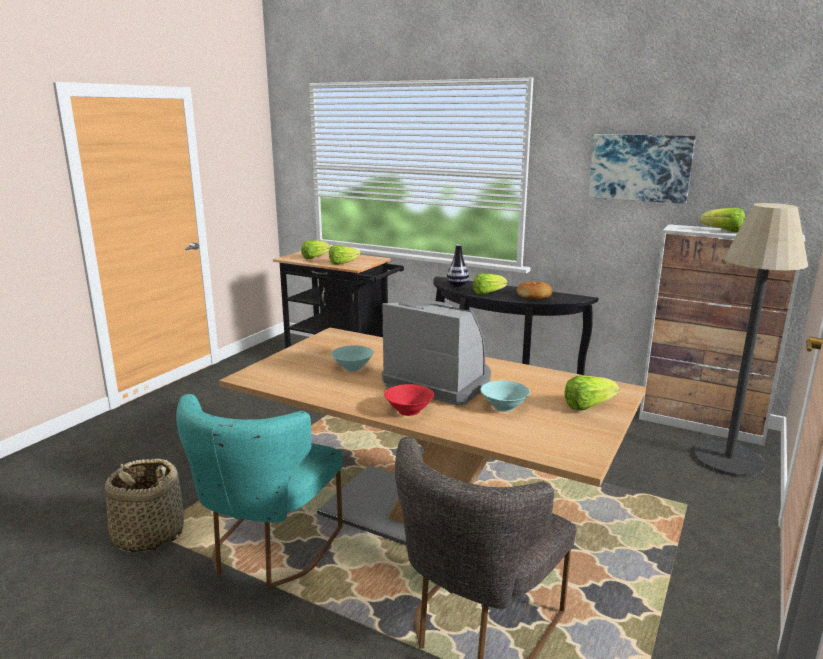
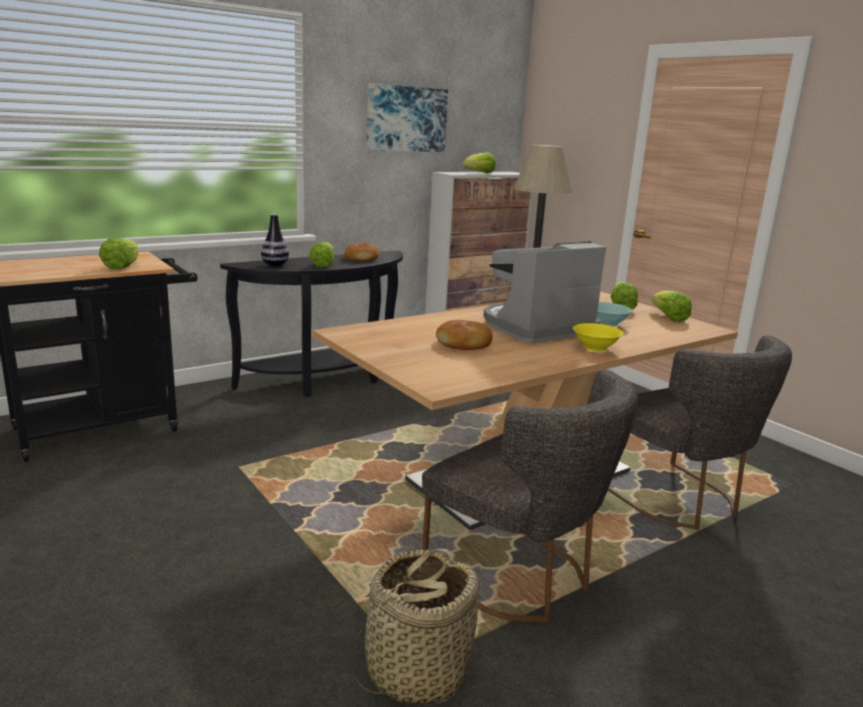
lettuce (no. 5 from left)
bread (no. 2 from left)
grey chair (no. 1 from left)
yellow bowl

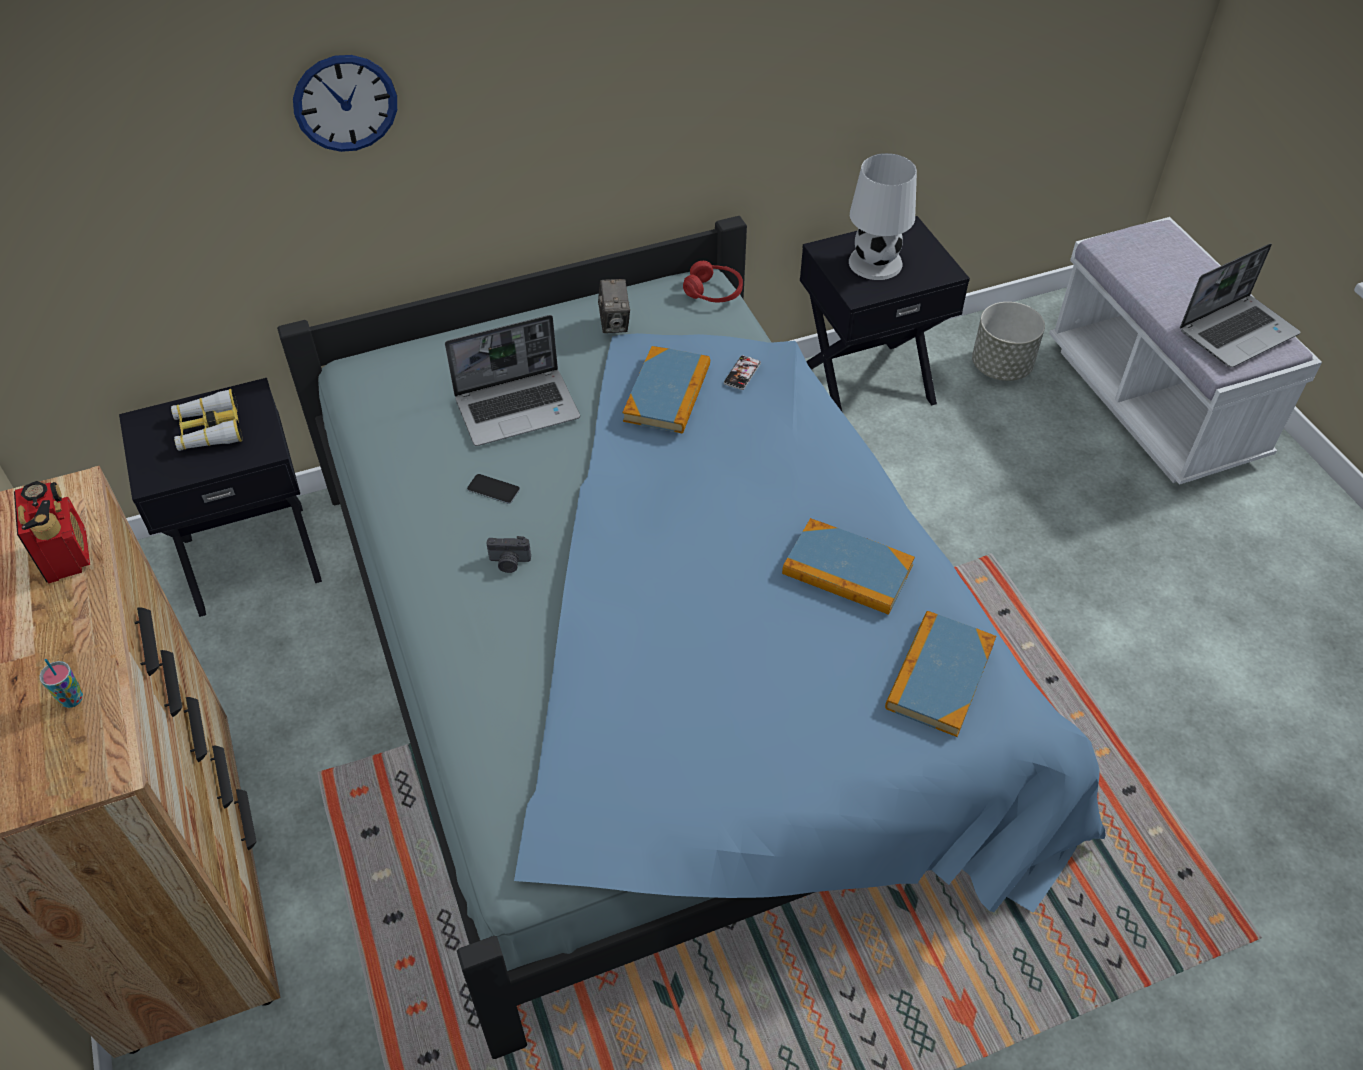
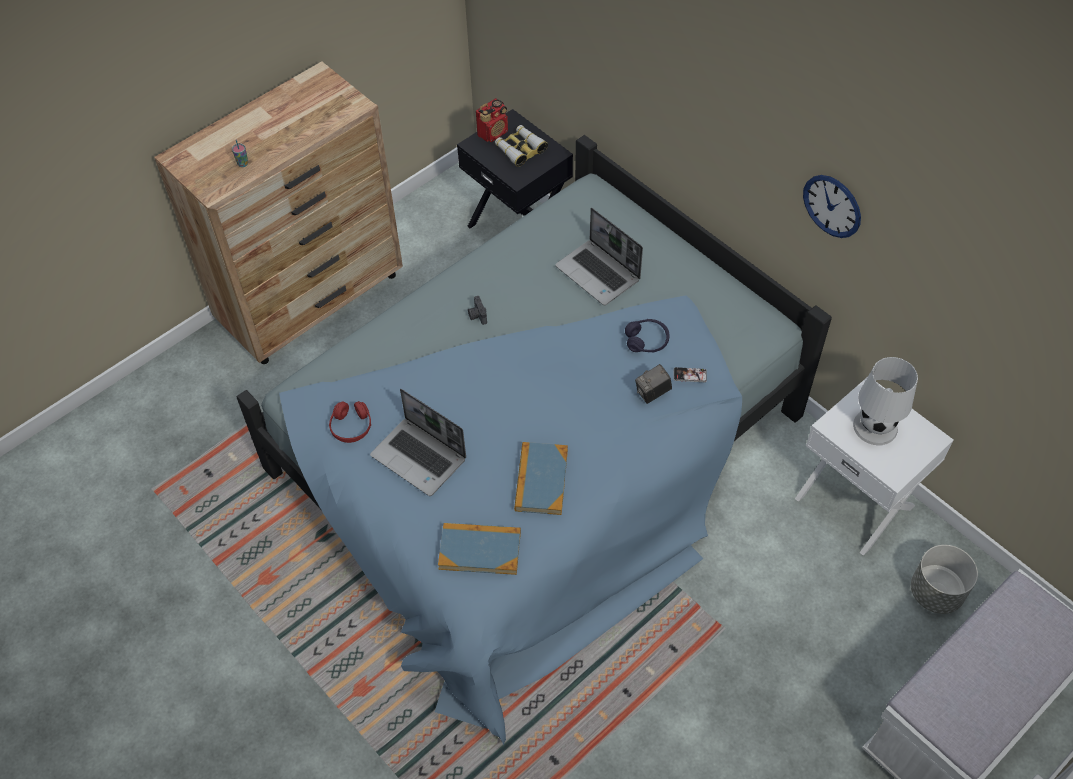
phone (no. 1 from left in the first image)
radio
wall clock
photo camera (no. 2 from left)
red headphones
laptop (no. 1 from left)
purple headphones
white nightstand

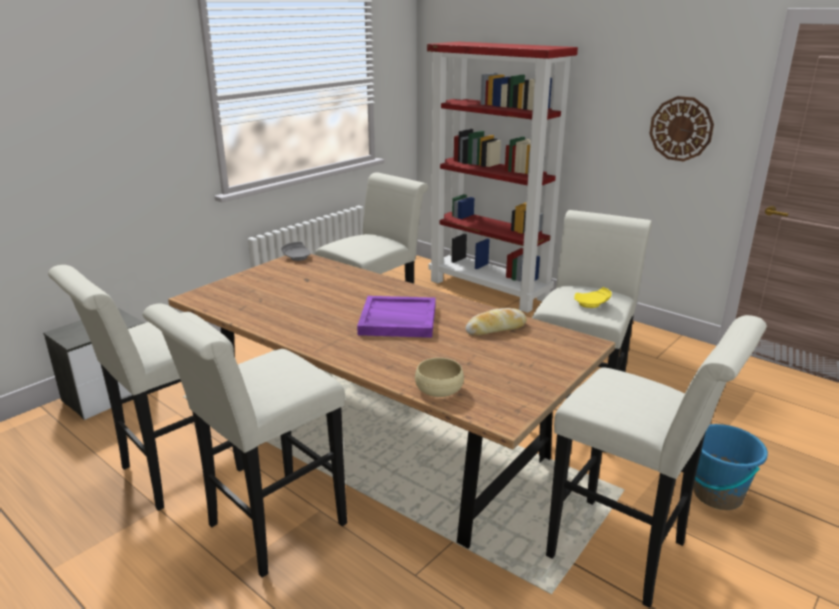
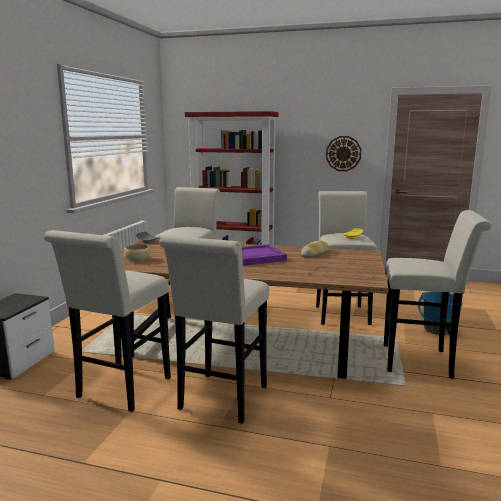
beige bowl

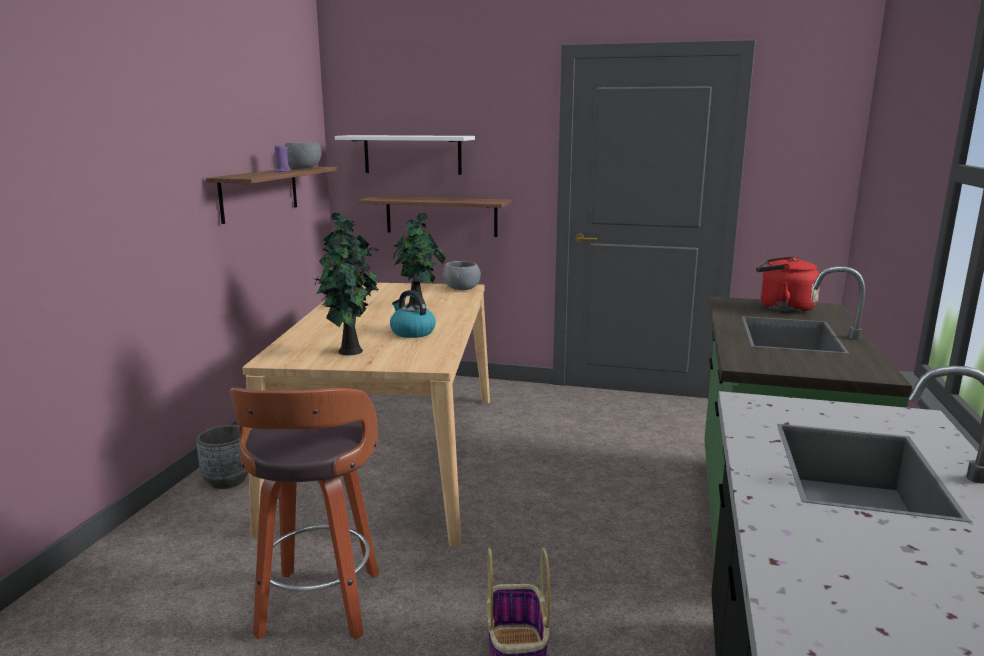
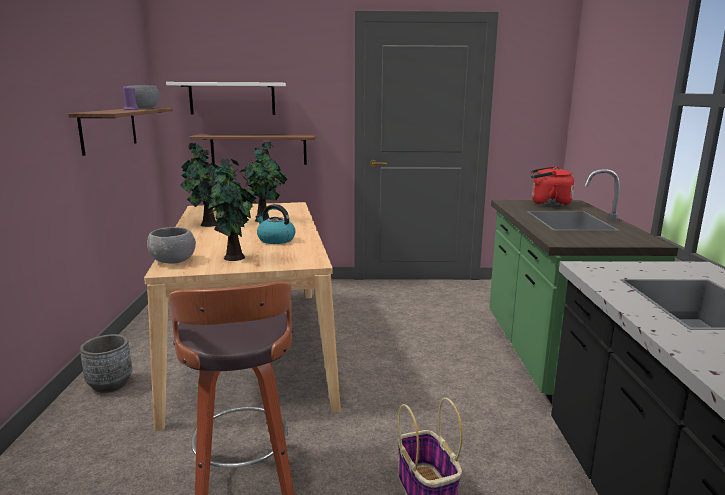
grey bowl (no. 2 from left)

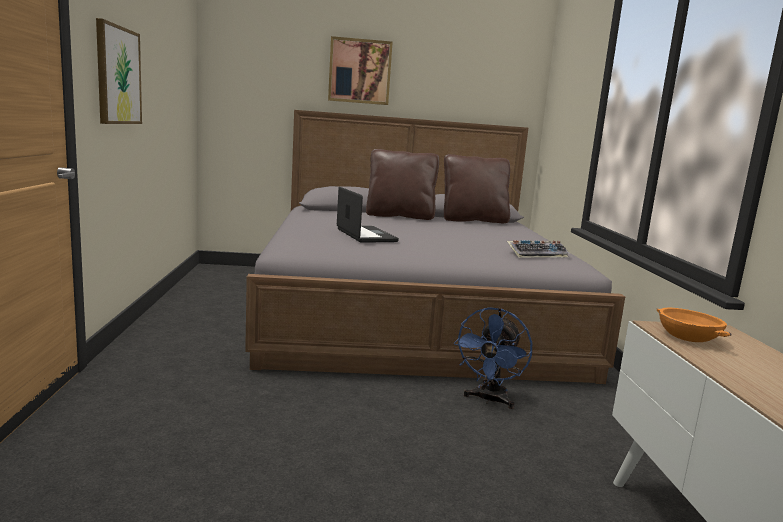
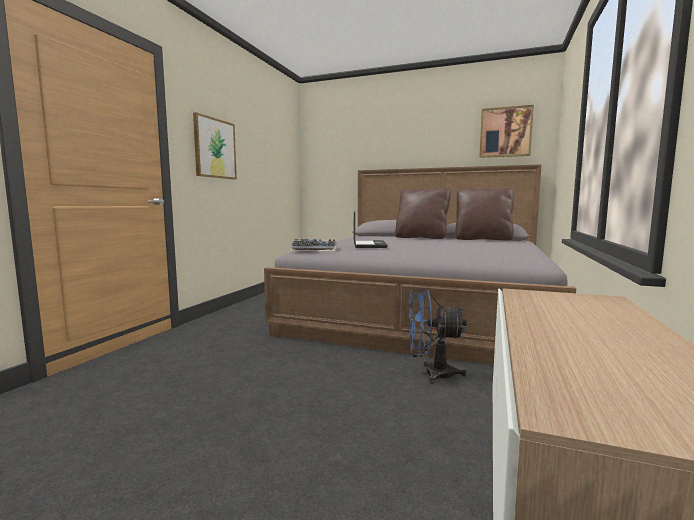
orange bowl
picture (no. 2 from left)
keyboard
blue fan

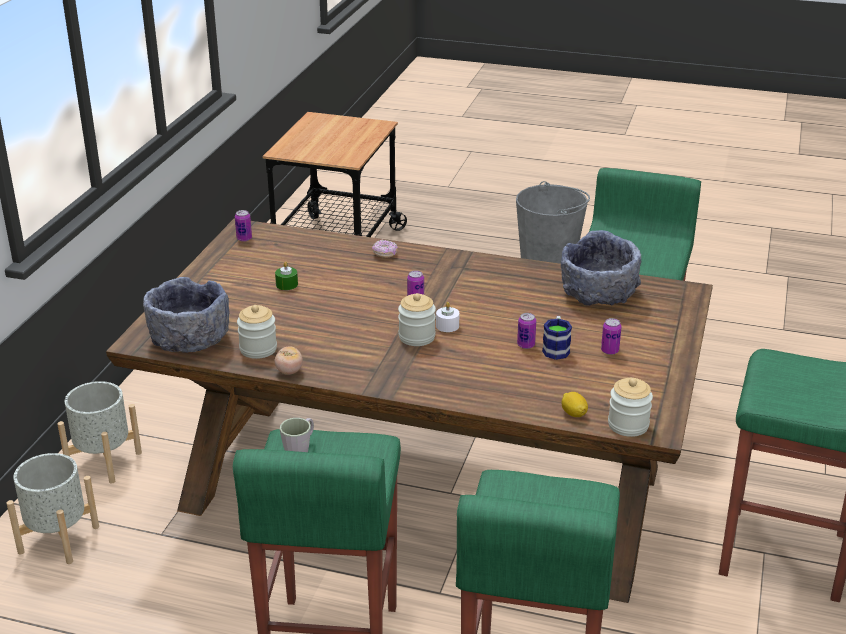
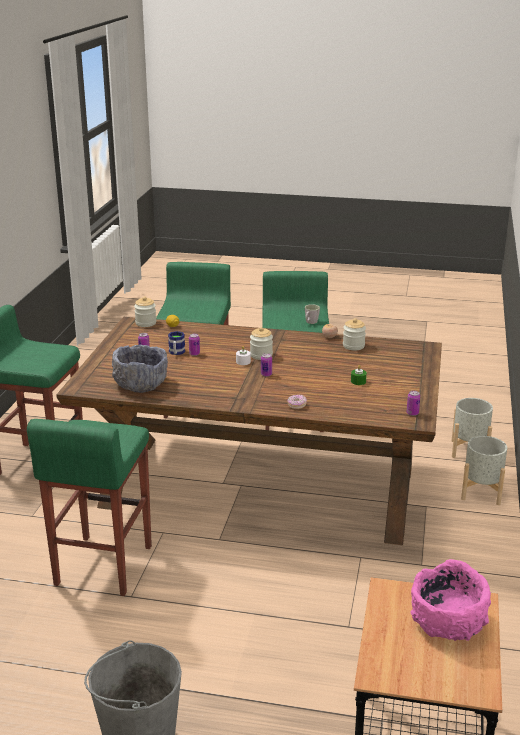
grey bowl (no. 1 from left in the first image)
pink bowl

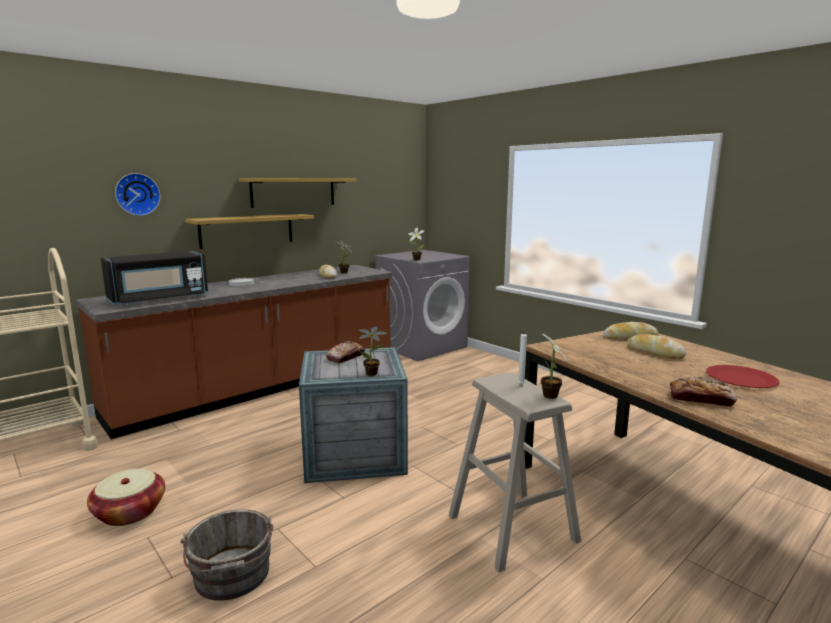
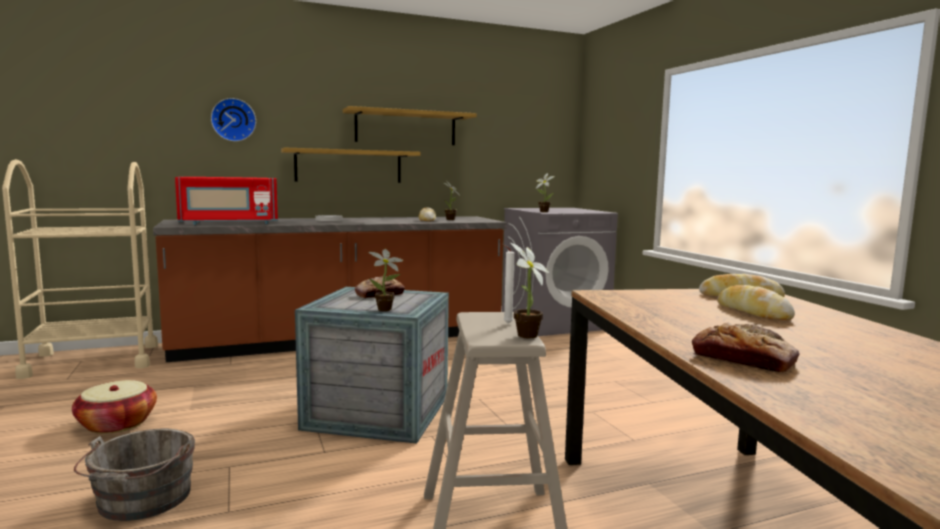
red plate
red microwave

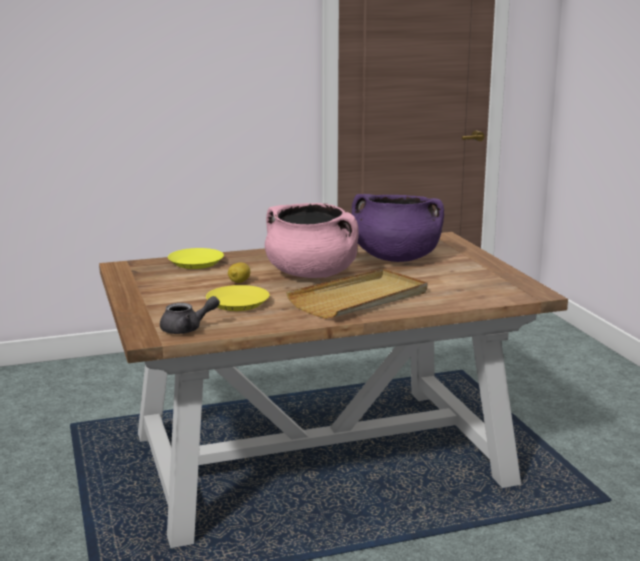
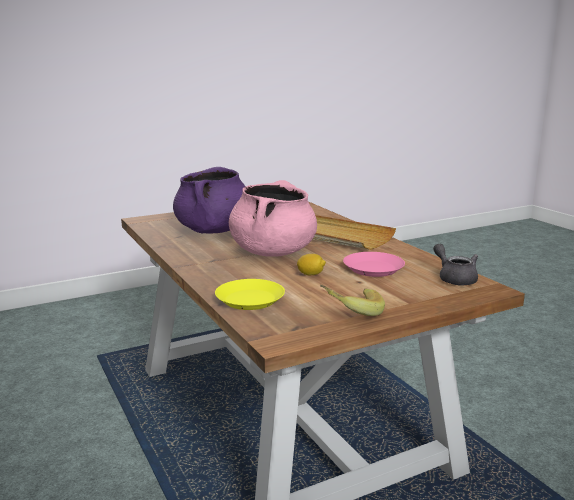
banana
pink plate

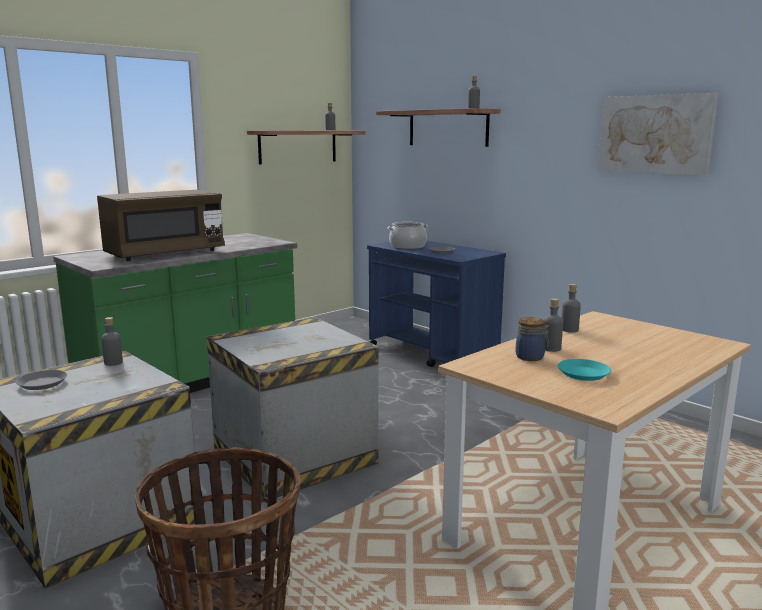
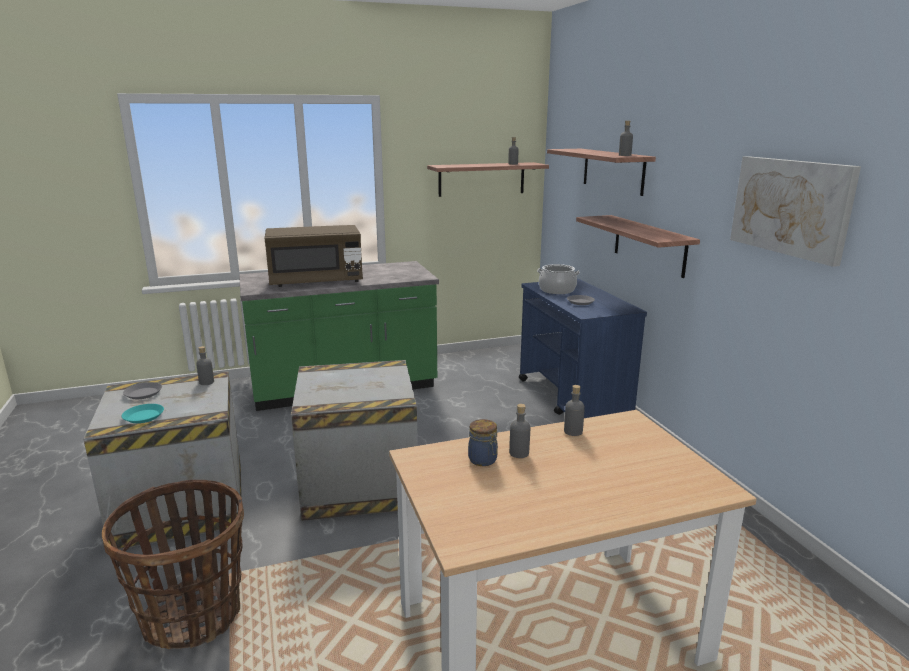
shelf (no. 3 from left)
turquoise plate

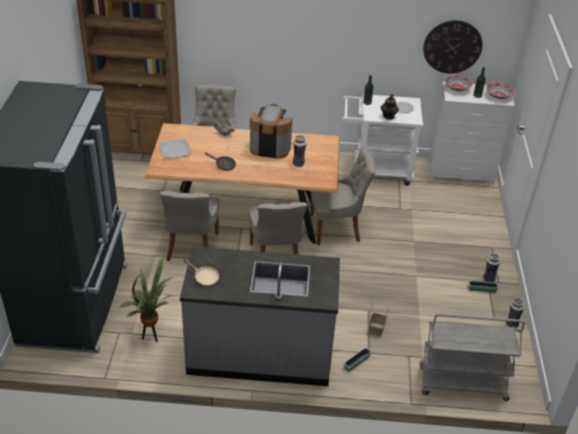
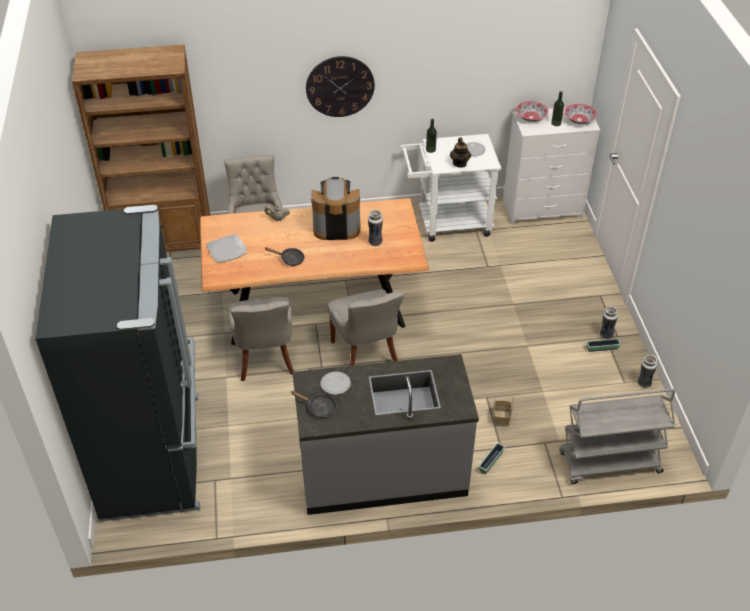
potted plant
grey chair (no. 4 from left in the first image)
plate (no. 2 from left)
wall clock
black frying pan (no. 2 from left)

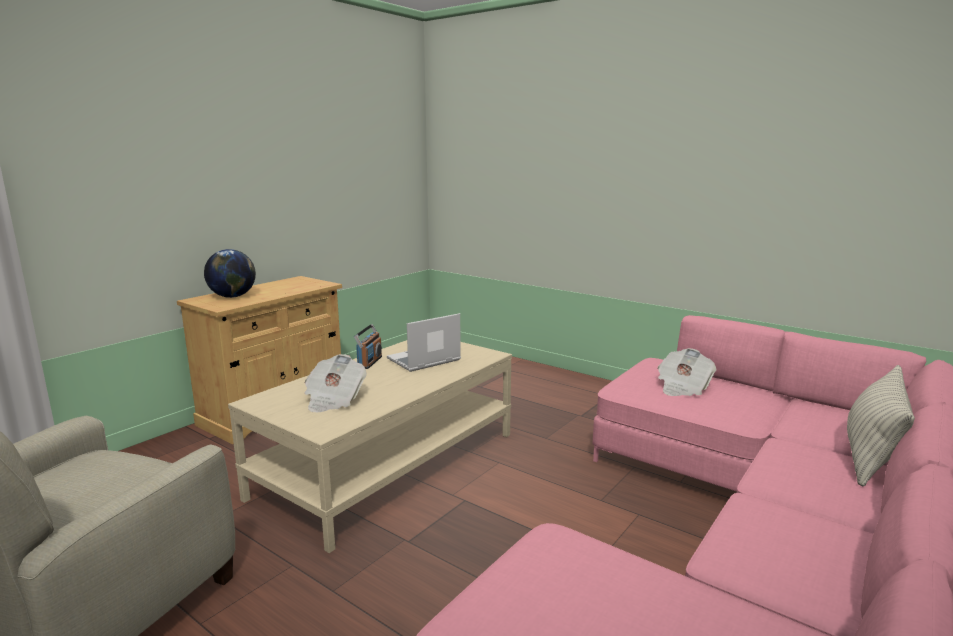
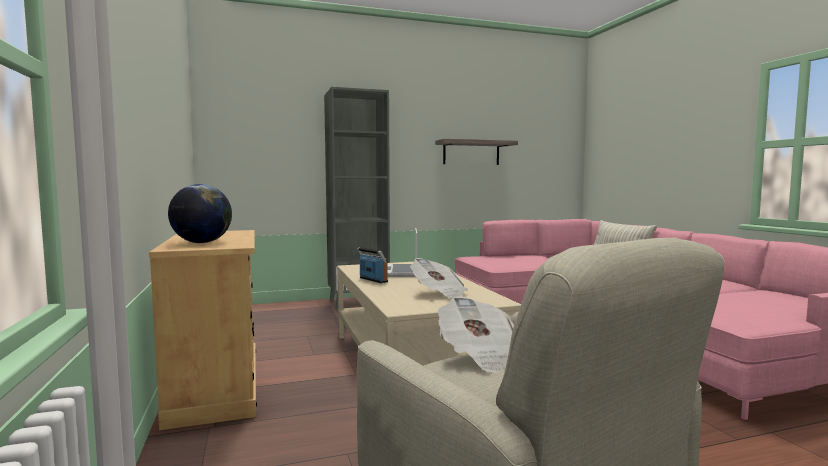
grey bookcase
shelf
newspaper (no. 2 from left)

